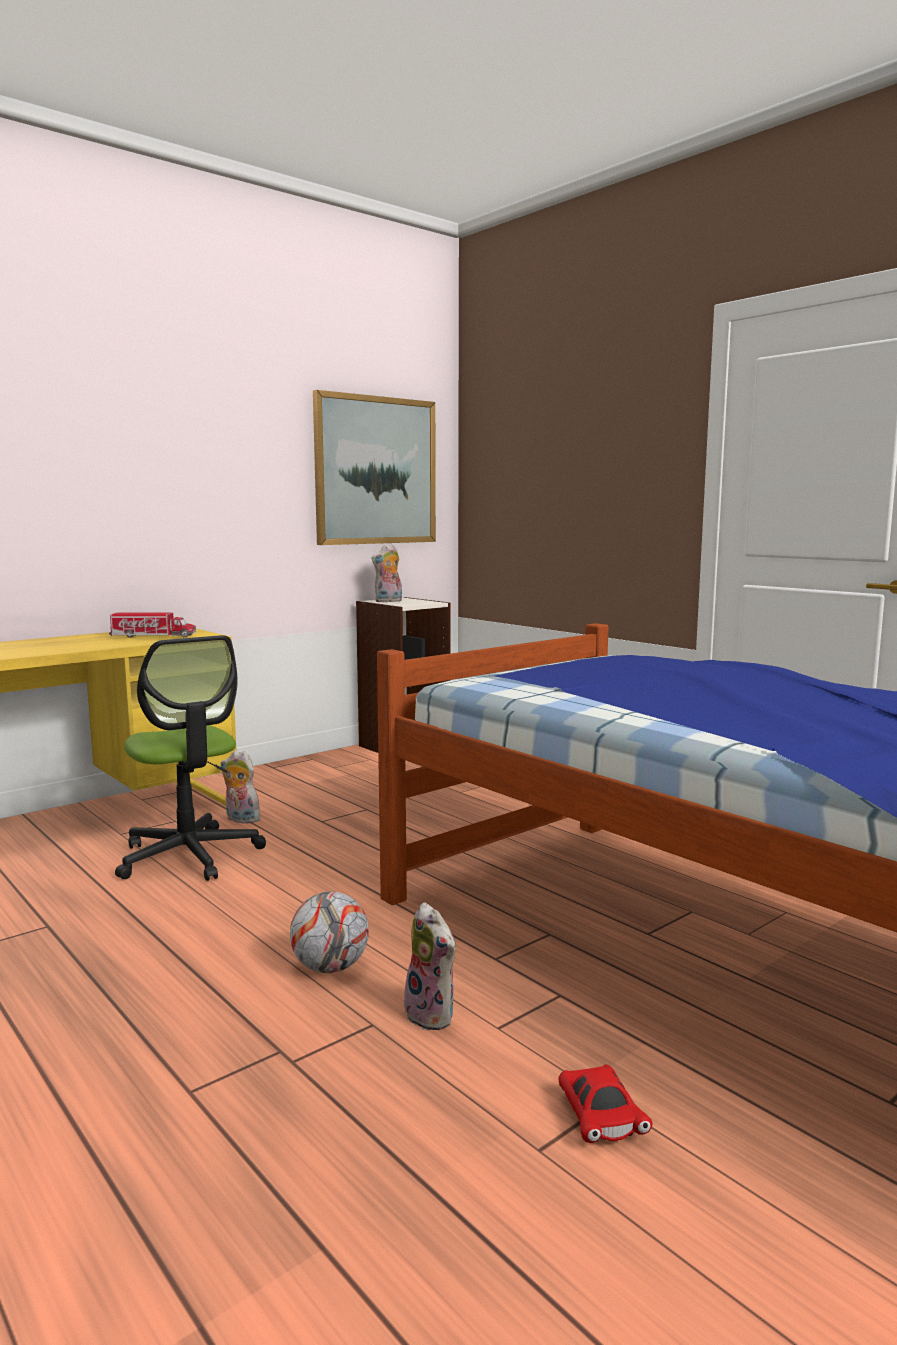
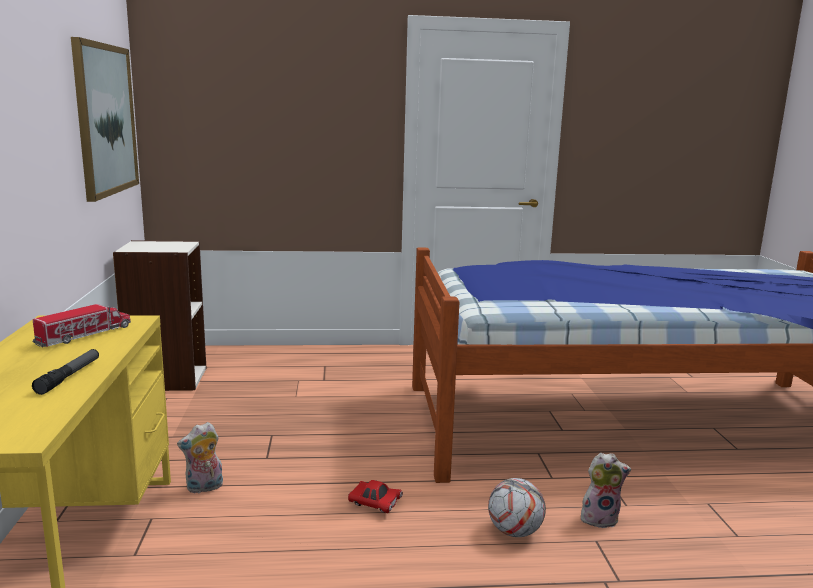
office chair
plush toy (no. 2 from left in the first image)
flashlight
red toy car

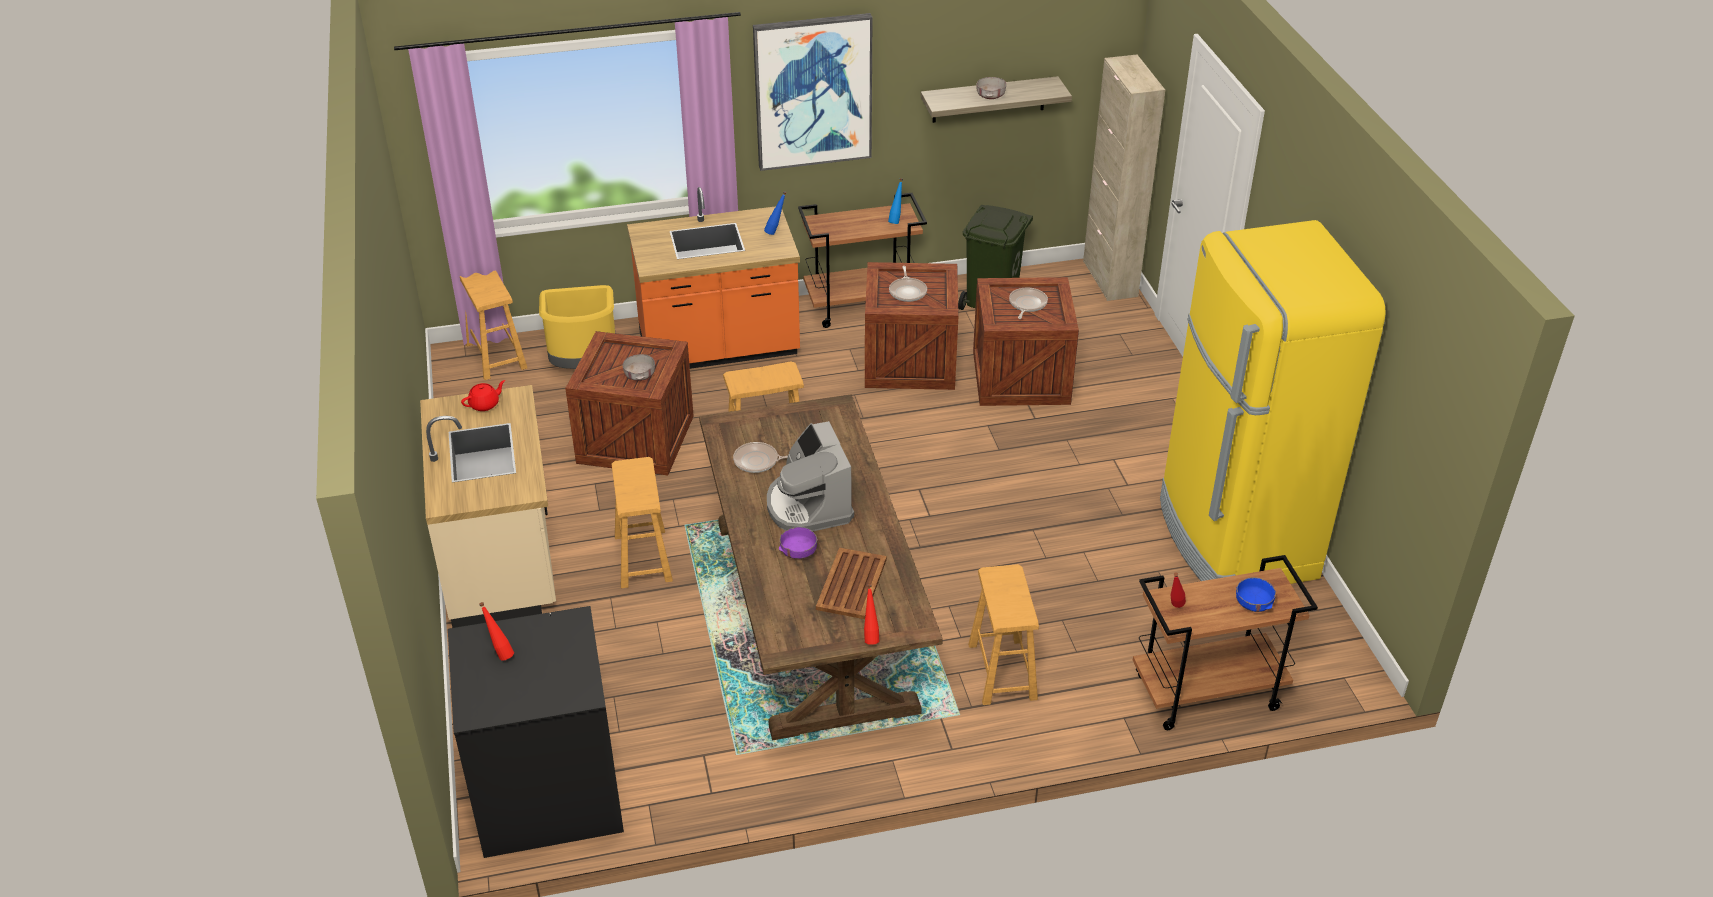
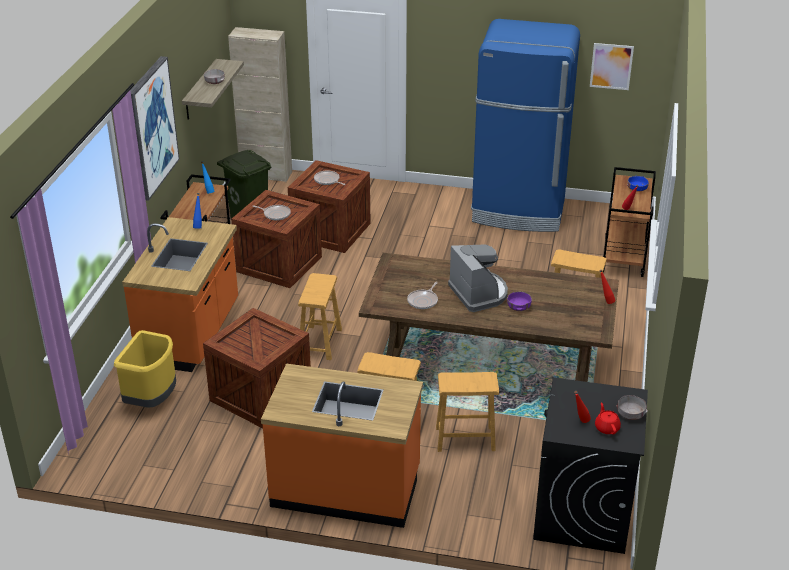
brown tray
picture (no. 2 from left)
brown stool (no. 3 from left)
red teapot
grey bowl (no. 2 from left)
orange counter (no. 2 from left)
blue fridge
coffee machine

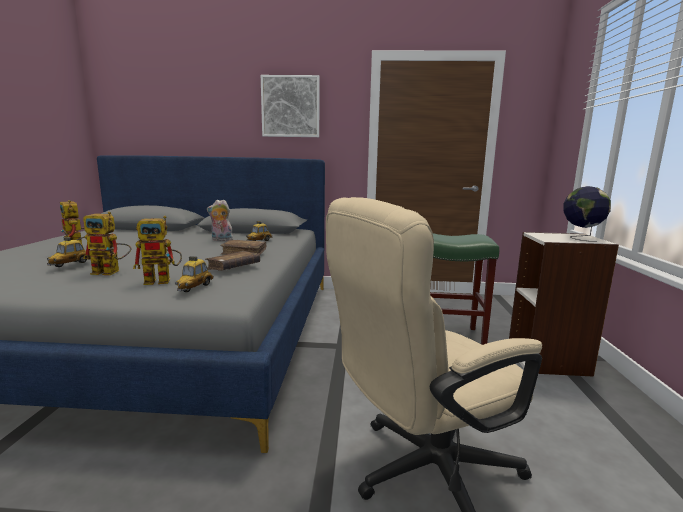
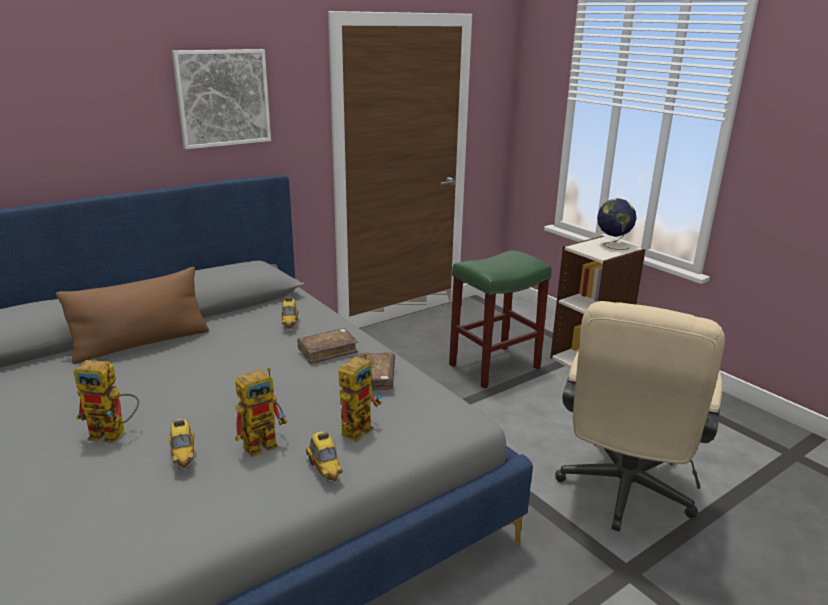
plush toy
brown pillow
toy car (no. 3 from left)

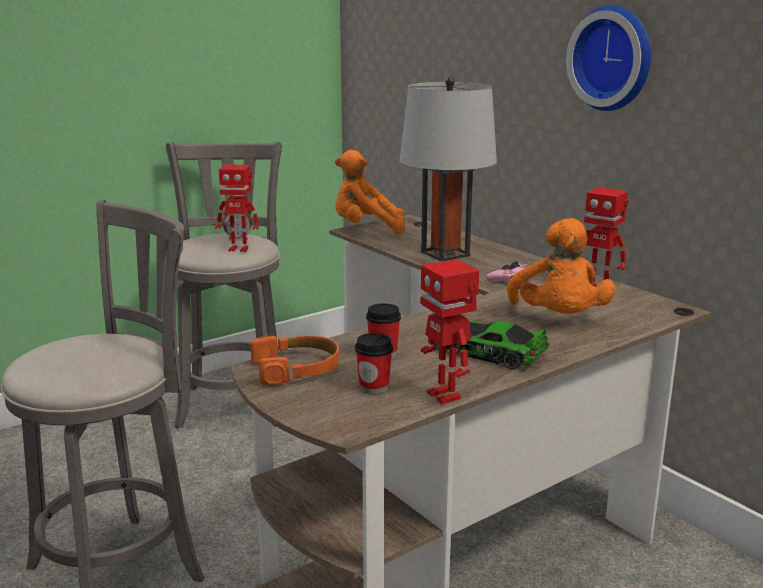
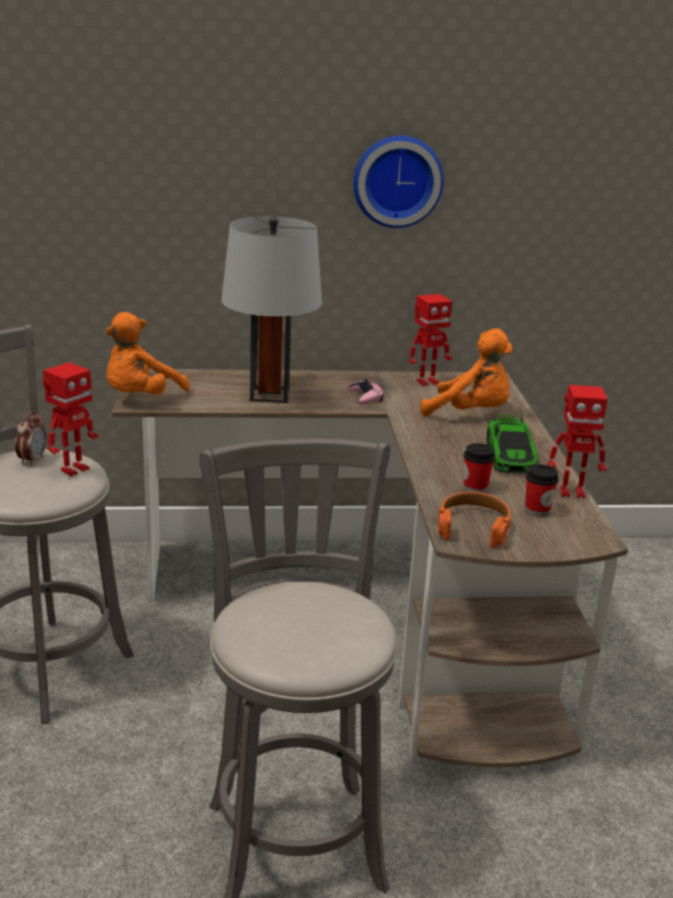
toy car

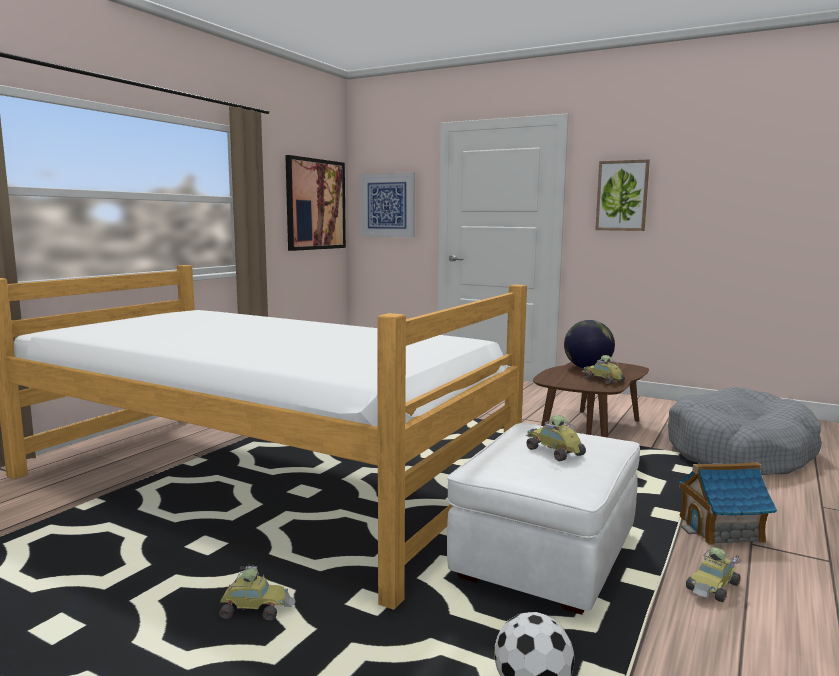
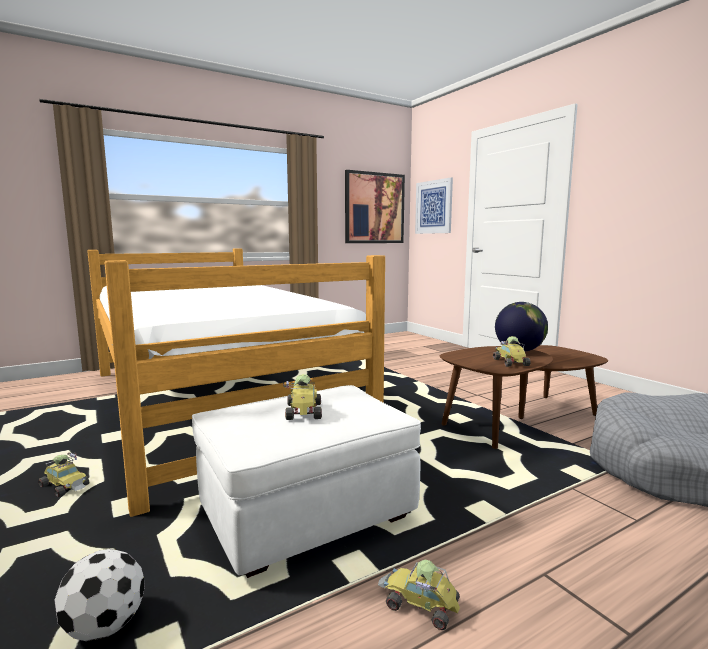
picture (no. 3 from left in the first image)
toy house
toy car (no. 3 from left)

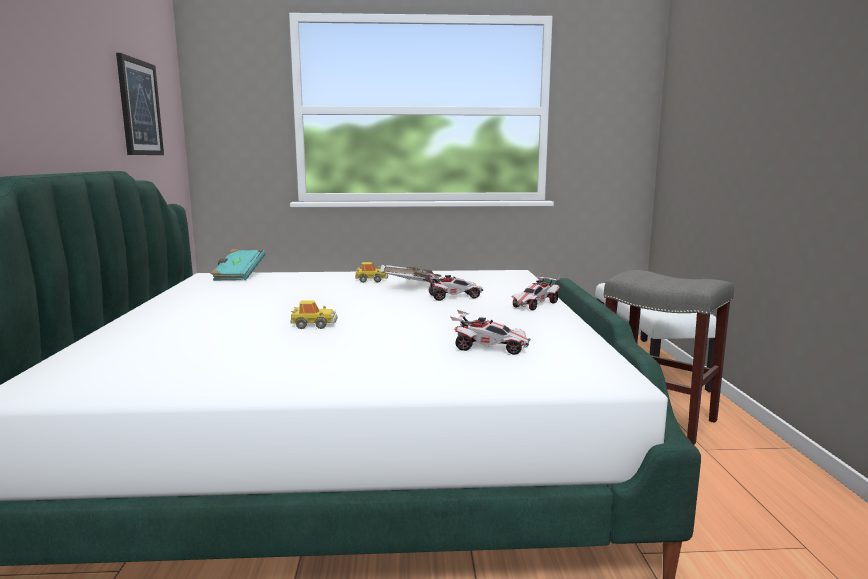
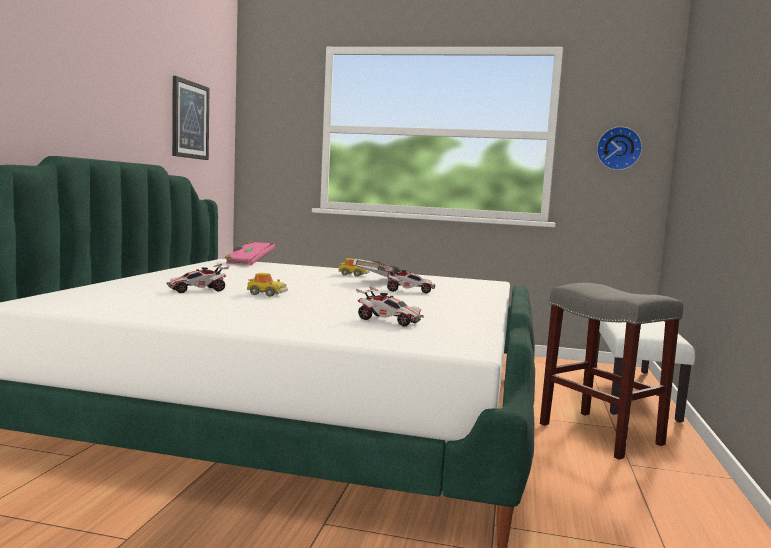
wall clock
toy car (no. 1 from left)
pink book

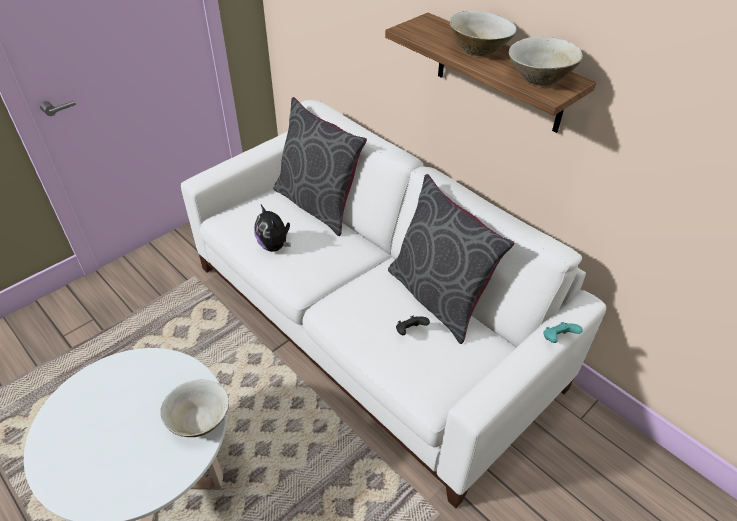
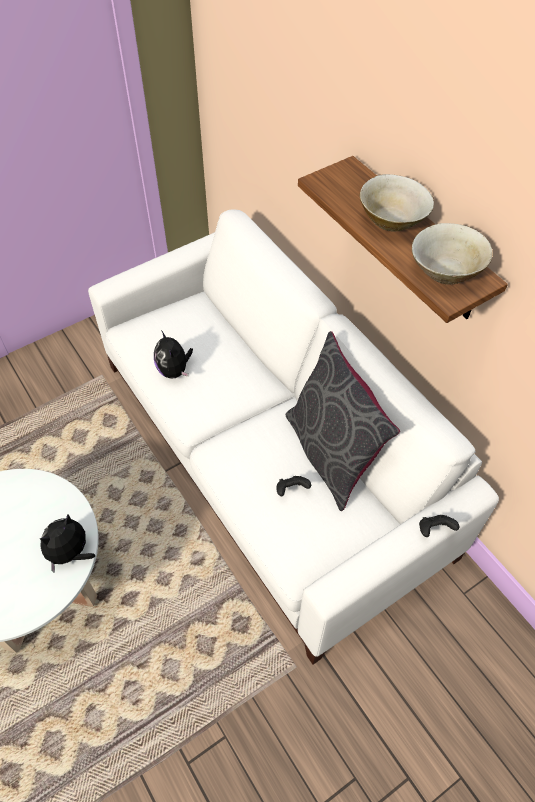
grey pillow (no. 1 from left in the first image)
plush toy (no. 1 from left)
black game controller (no. 2 from left)

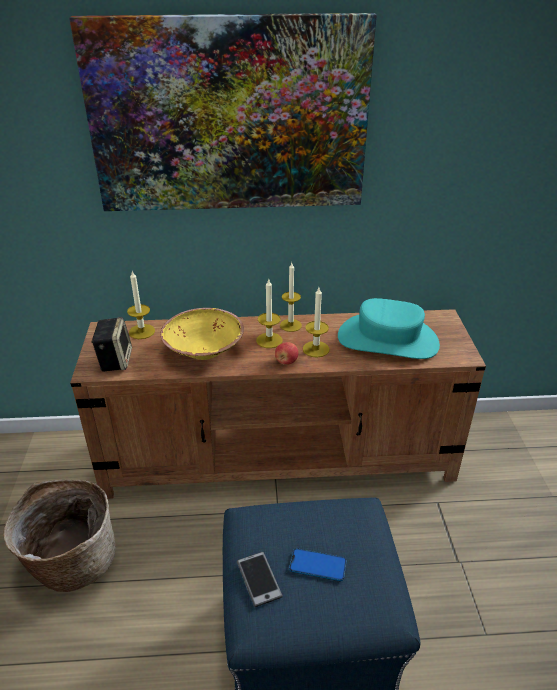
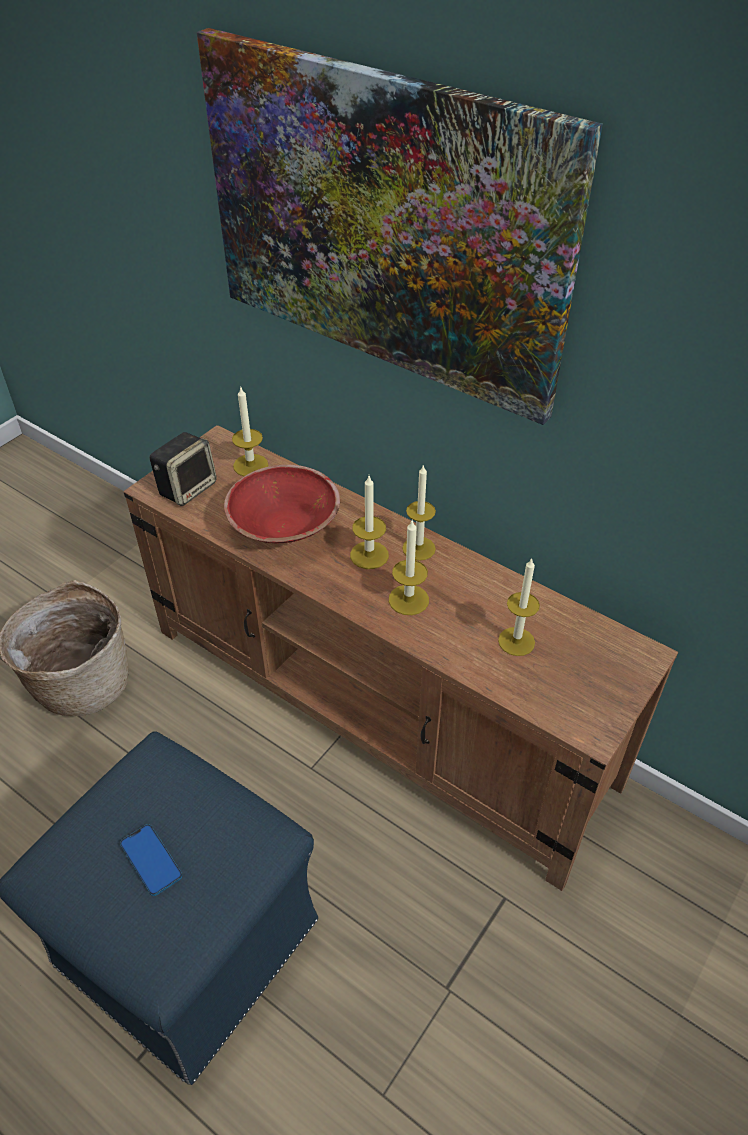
phone (no. 1 from left in the first image)
apple
candle (no. 5 from left)
red bowl

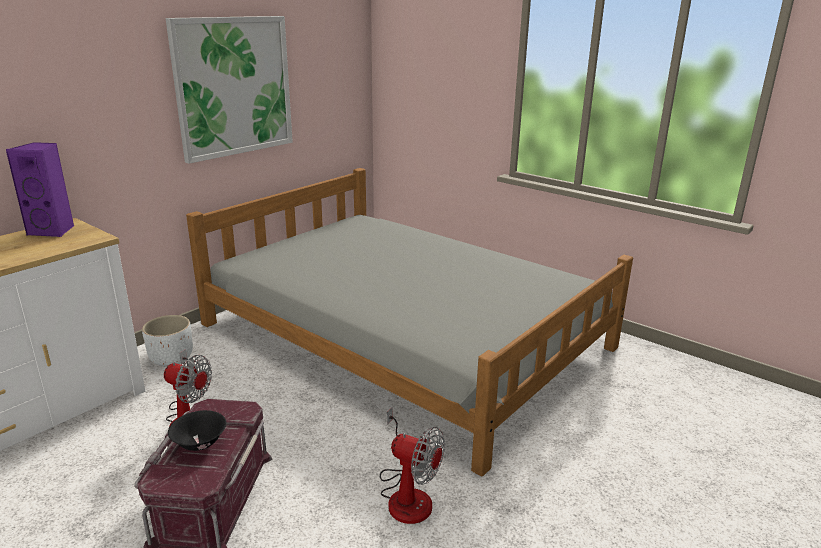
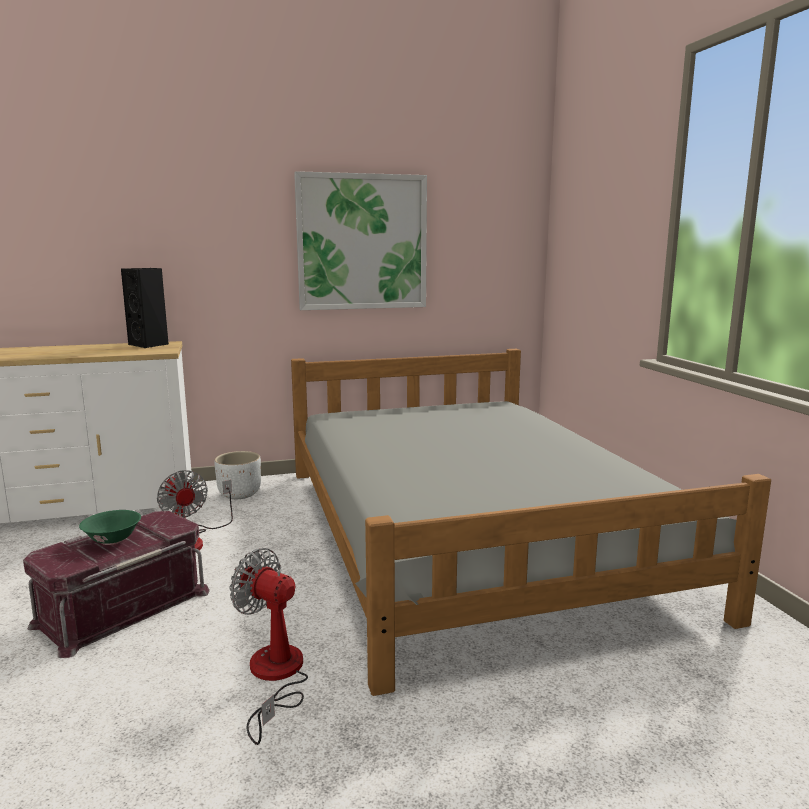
black speaker
green bowl
fan (no. 2 from left)

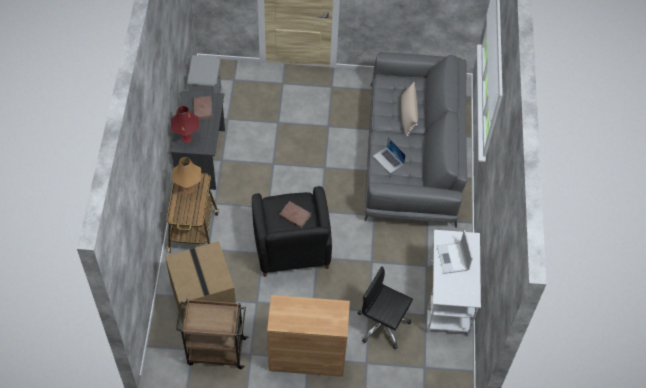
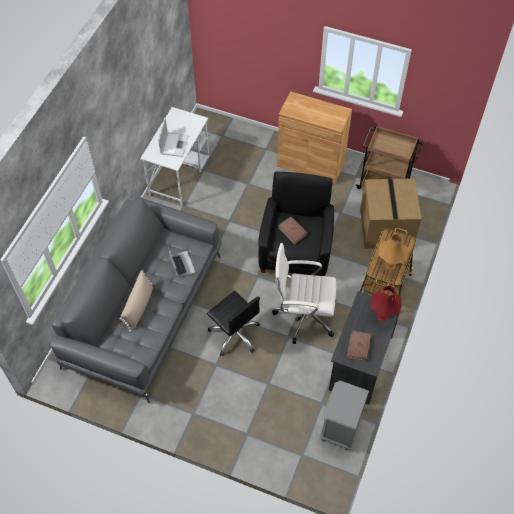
white office chair
black office chair

